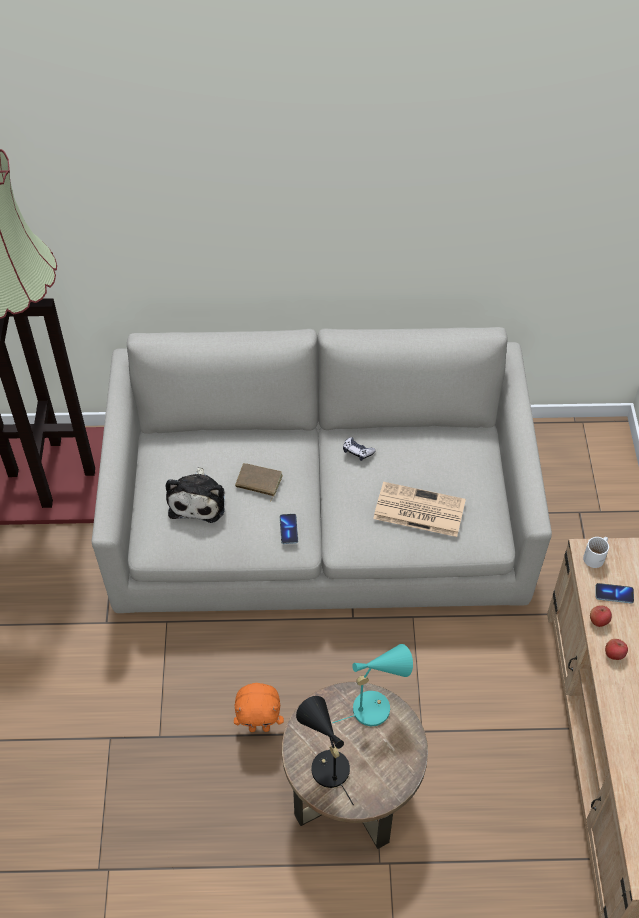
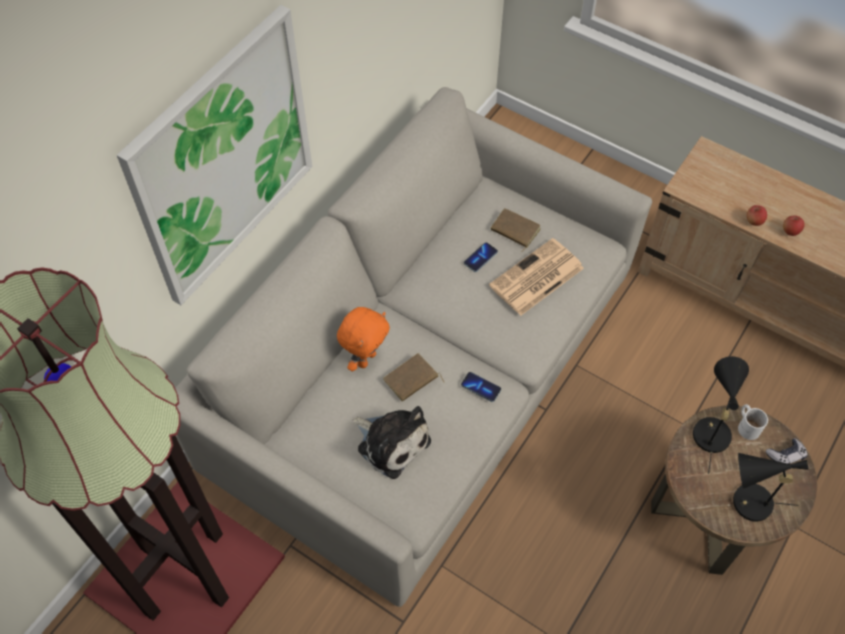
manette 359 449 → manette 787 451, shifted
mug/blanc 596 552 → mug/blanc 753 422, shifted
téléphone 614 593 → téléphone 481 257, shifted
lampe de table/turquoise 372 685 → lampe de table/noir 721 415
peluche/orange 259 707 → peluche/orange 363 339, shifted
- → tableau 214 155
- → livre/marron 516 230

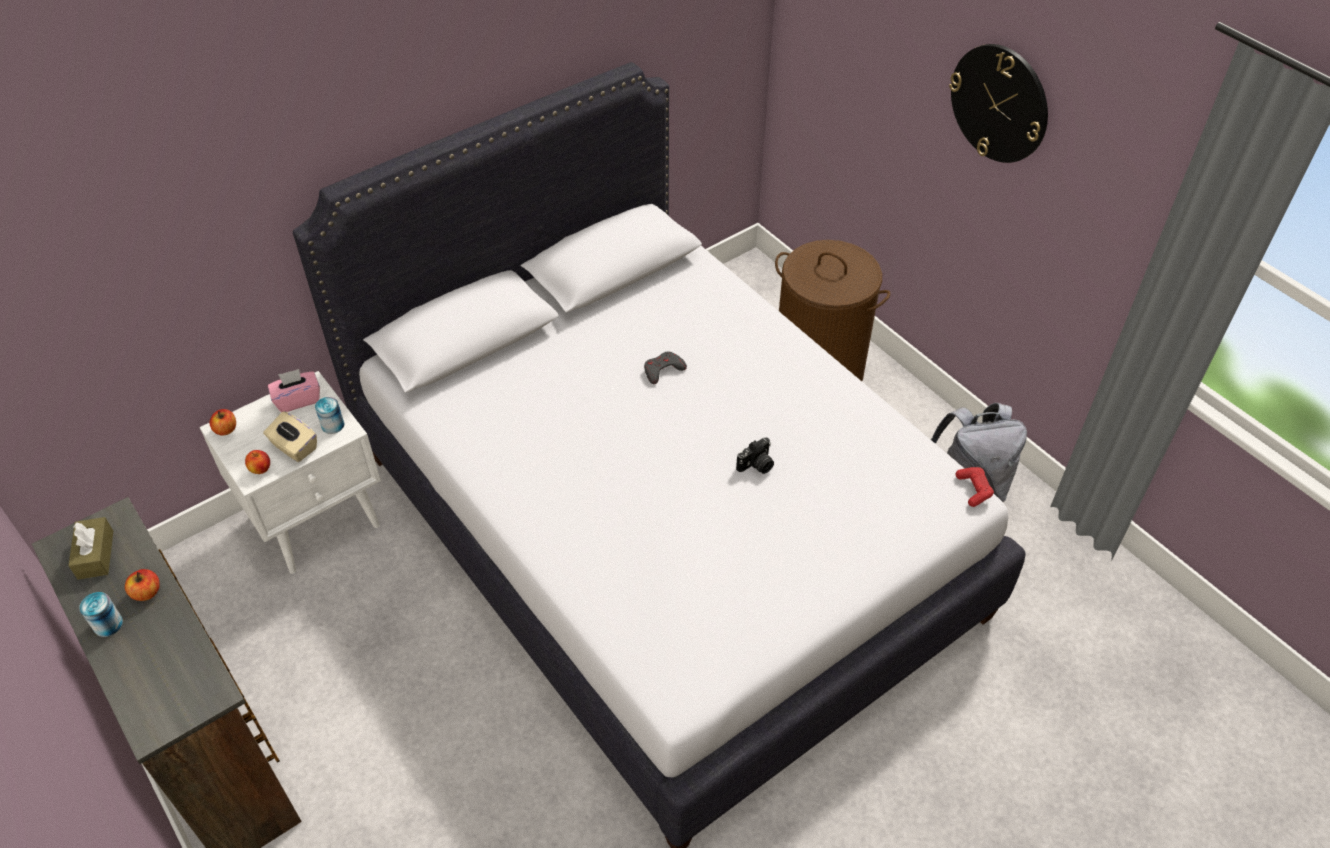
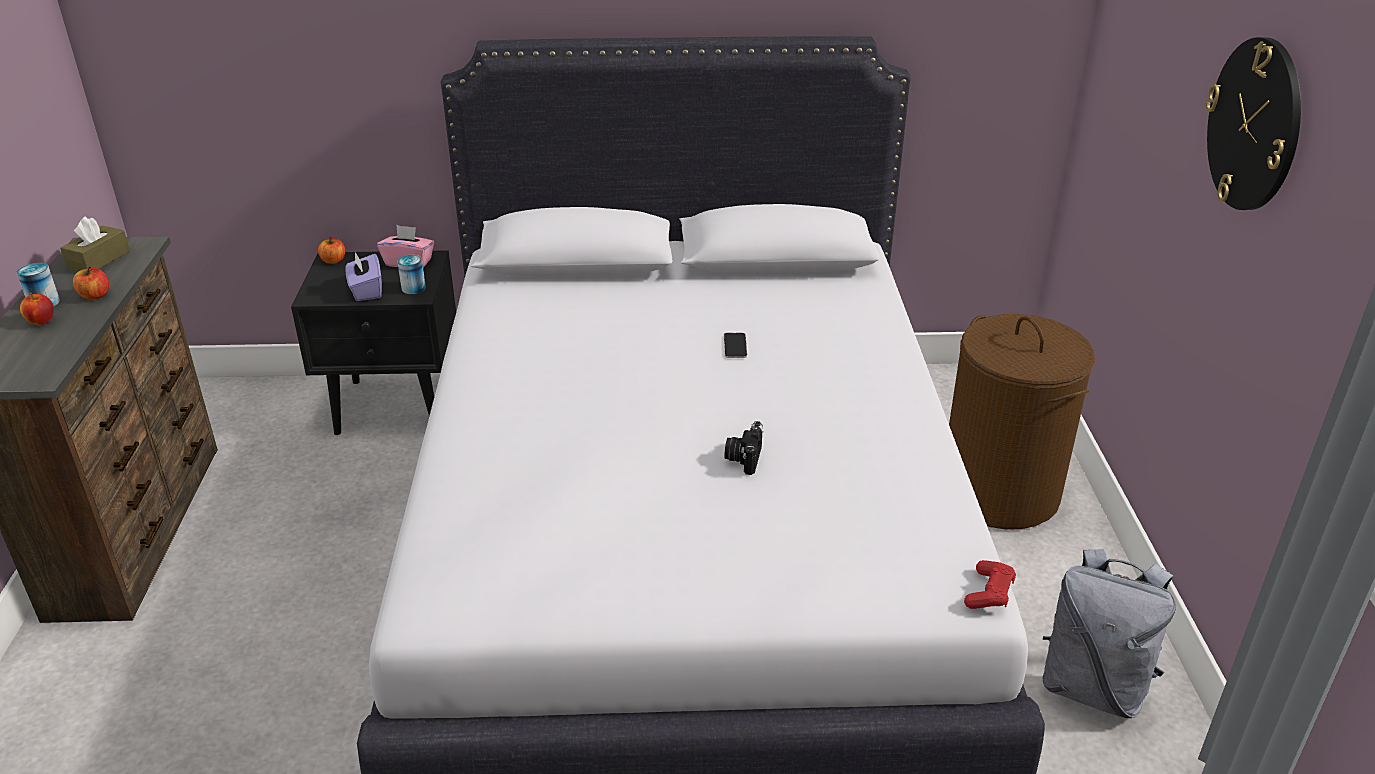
manette/gris 665 368 → téléphone 735 345
table de chevet/blanc 290 472 → table de chevet/noir 373 342
boîte à mouchoirs/beige 290 436 → boîte à mouchoirs/violet 363 276
appareil photo 755 456 → appareil photo 744 448, 105 degrees clockwise
pomme 257 462 → pomme 37 309, shifted

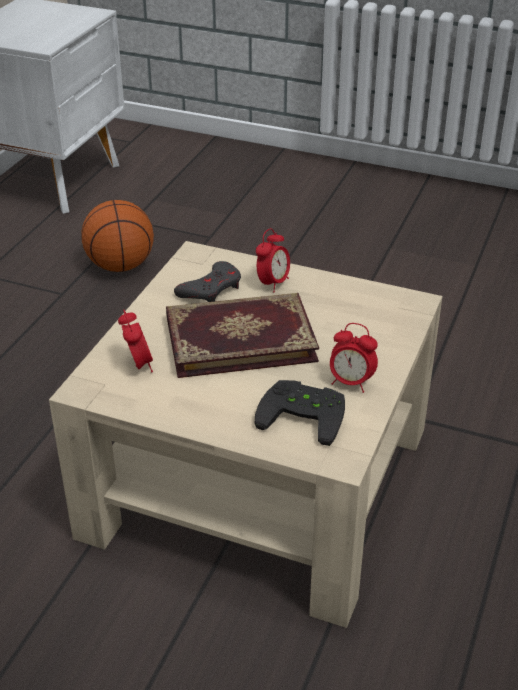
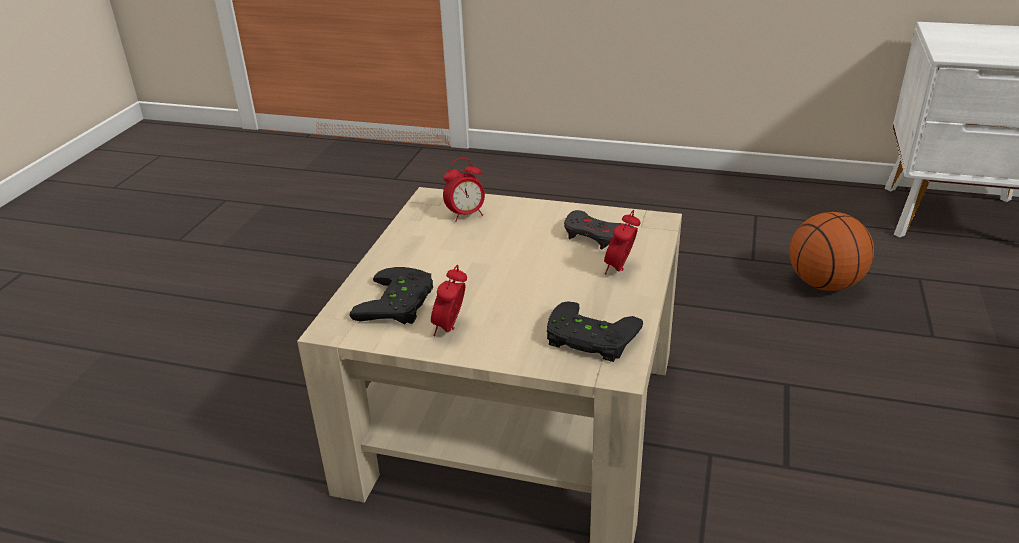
réveil 273 260 → réveil 622 242, 90 degrees clockwise
livre 242 335 → -
- → manette/noir 595 331

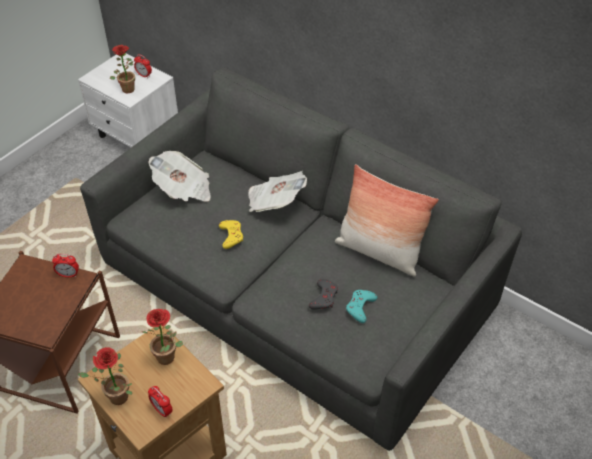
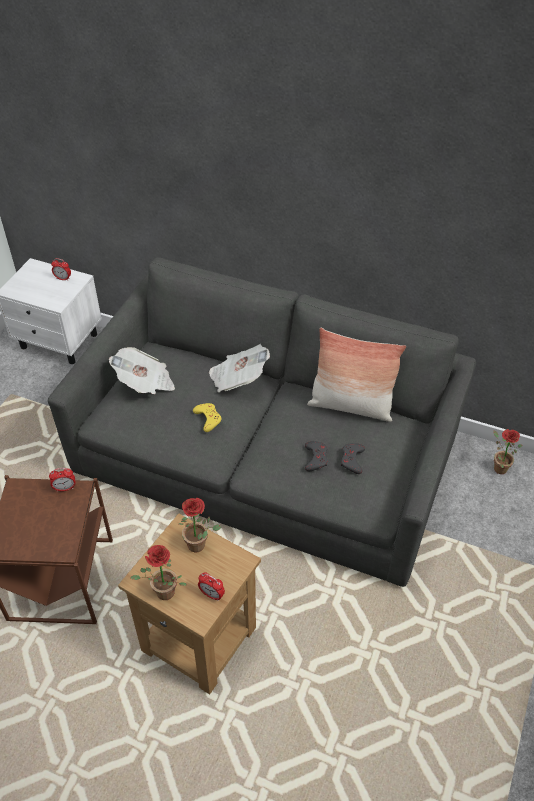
plante en pot 122 69 → plante en pot 507 451, shifted
manette/turquoise 361 306 → manette/gris 353 458

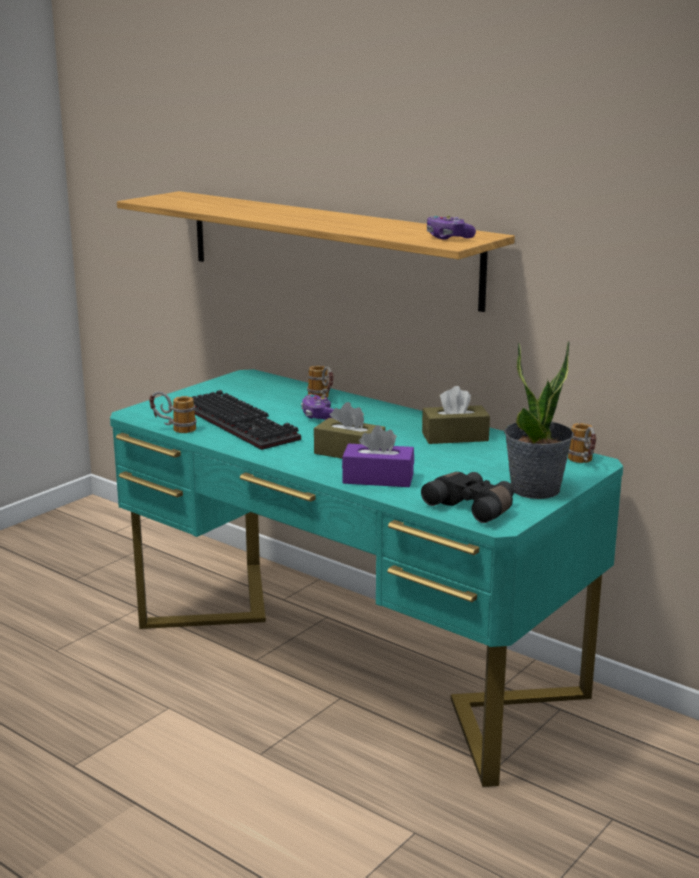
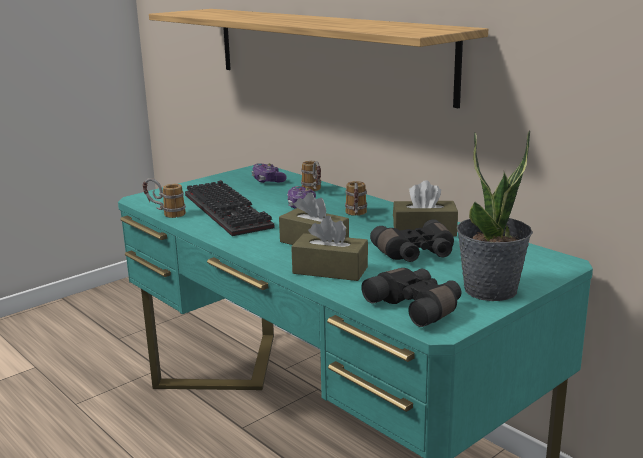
manette 451 227 → manette 269 173, shifted
mug 582 443 → mug 356 198, shifted
boîte à mouchoirs/violet 378 456 → boîte à mouchoirs/marron 329 248
- → jumelles/noir 412 240

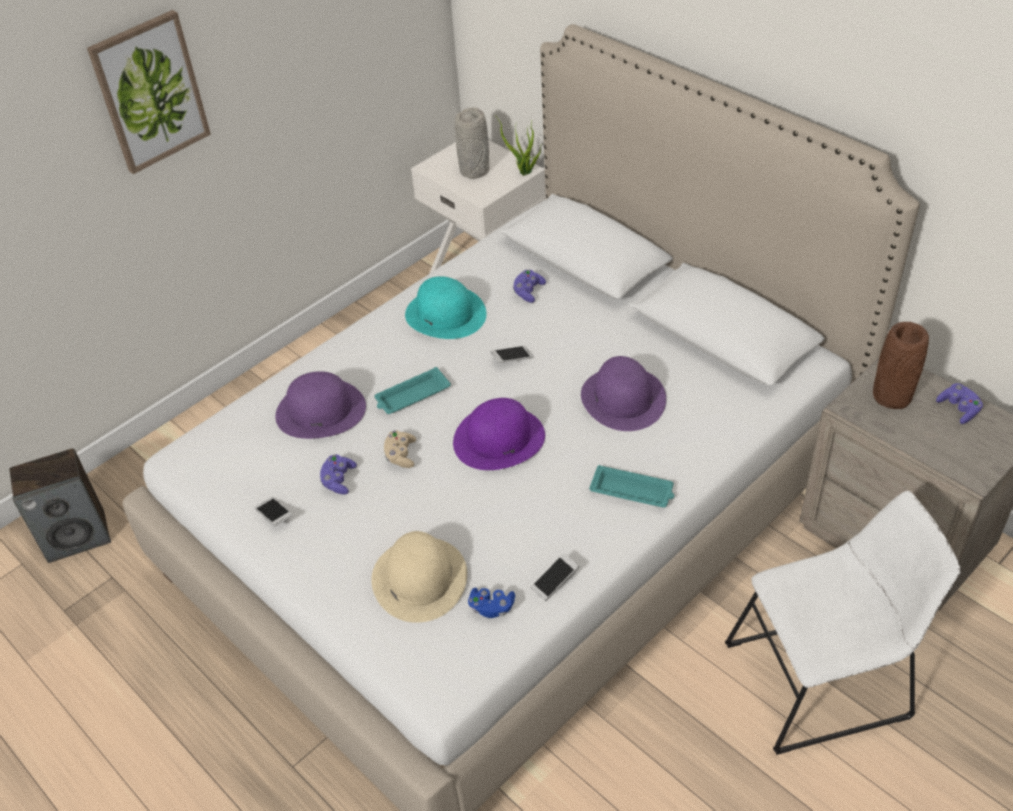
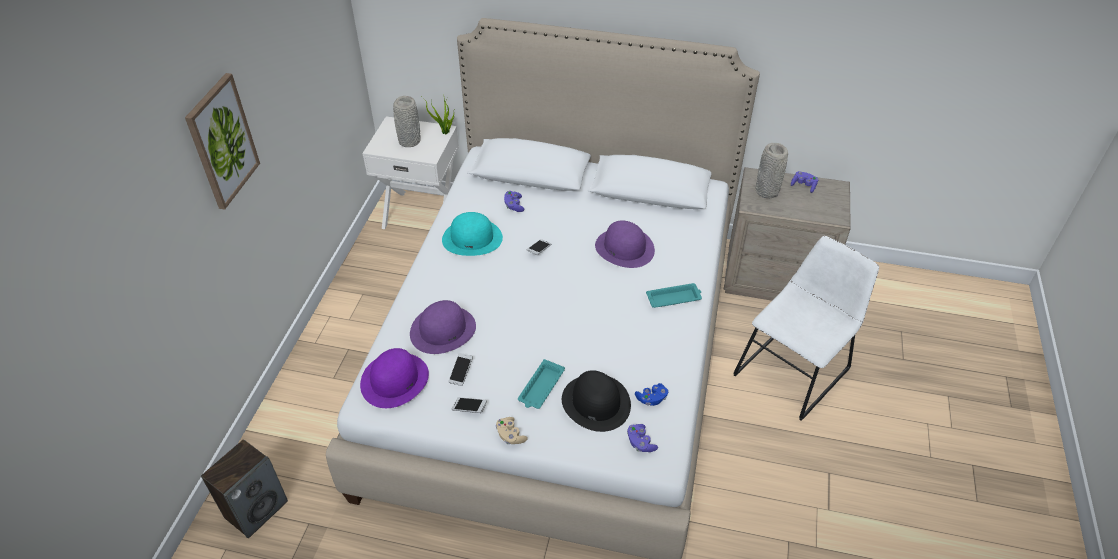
vase/marron 901 365 → vase/gris 772 170
plateau/turquoise 412 390 → plateau/turquoise 541 384, shifted
chapeau/violet 499 434 → chapeau/violet 394 378, shifted
manette/beige 400 449 → manette/beige 512 430, shifted
manette/violet 338 474 → manette/violet 642 438, shifted
chapeau/beige 419 577 → chapeau/noir 596 401
téléphone 554 577 → téléphone 460 369, shifted

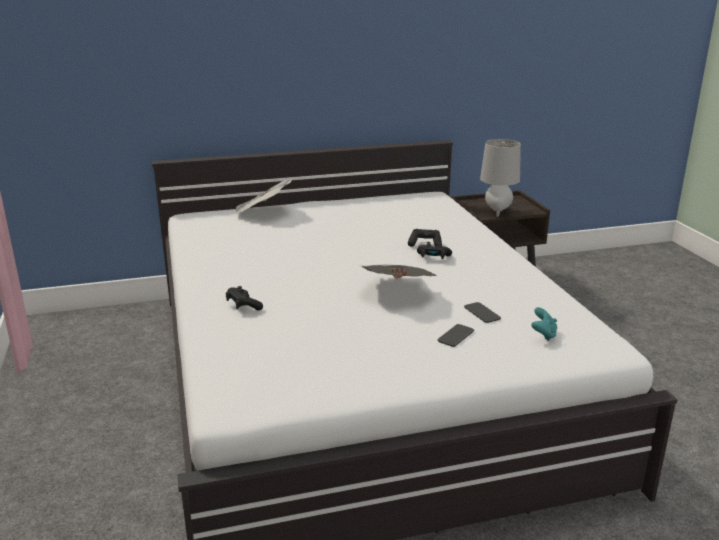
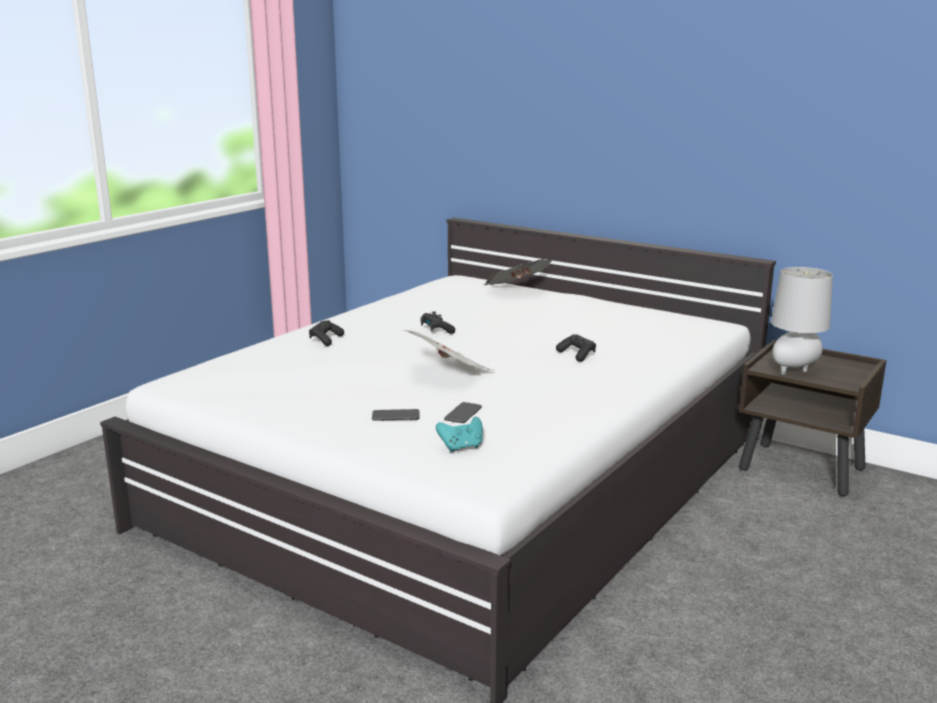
manette/noir 434 250 → manette/noir 438 322, shifted

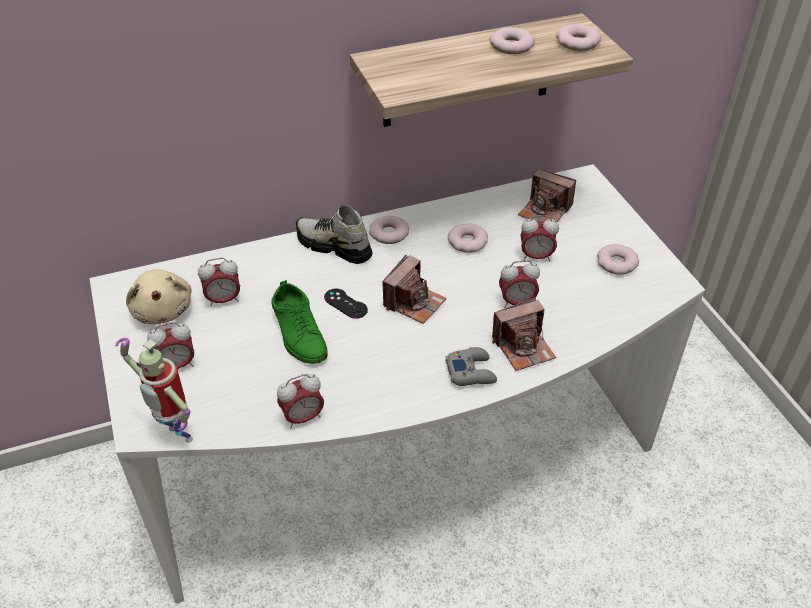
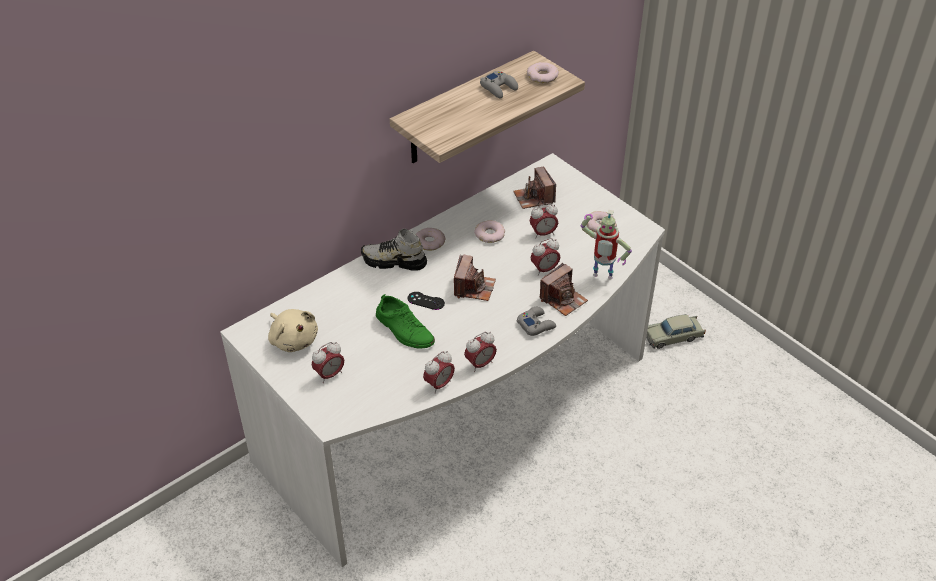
beignet 512 40 → manette/gris 499 84
appareil photo 547 195 → appareil photo 534 188, 60 degrees clockwise
réveil 219 282 → réveil 480 351, shifted
robot jouet 154 390 → robot jouet 606 245, shifted
- → petite voiture/beige 676 331

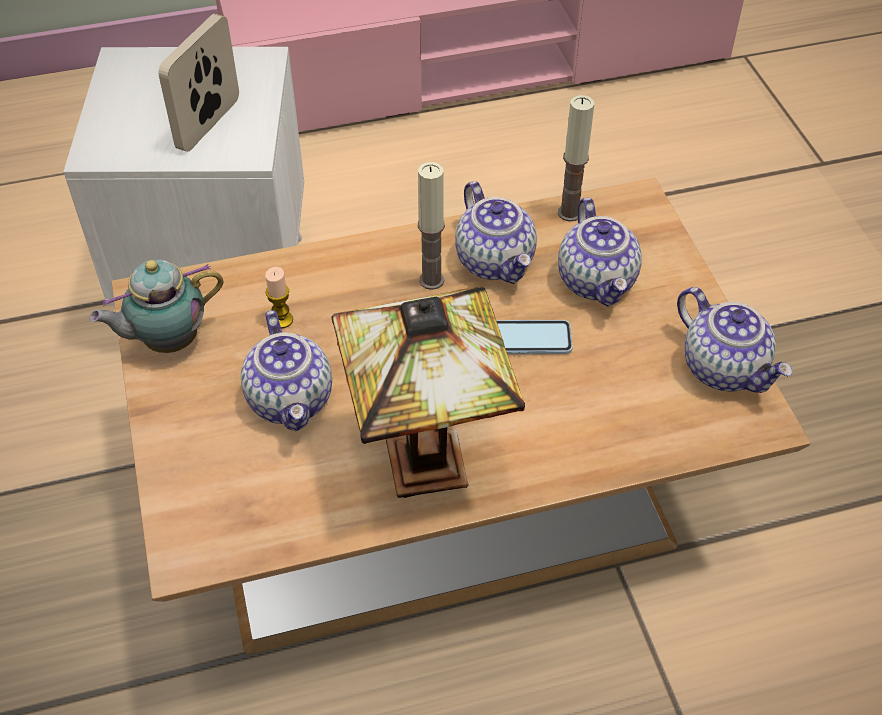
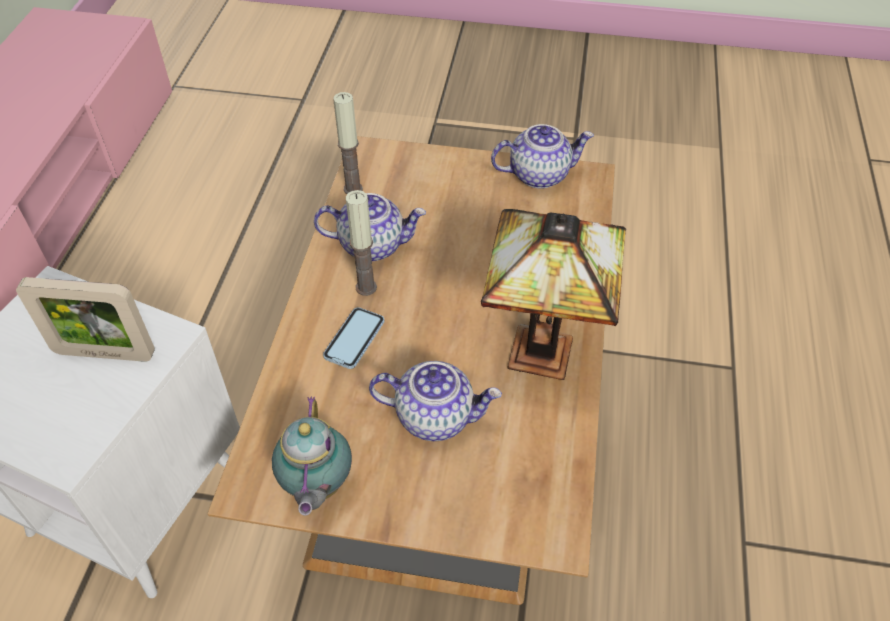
cadre photo 199 83 → cadre photo 85 319, 45 degrees counterclockwise
théière 600 252 → -
bougie 279 298 → -
téléphone 534 337 → téléphone 353 338, shifted

